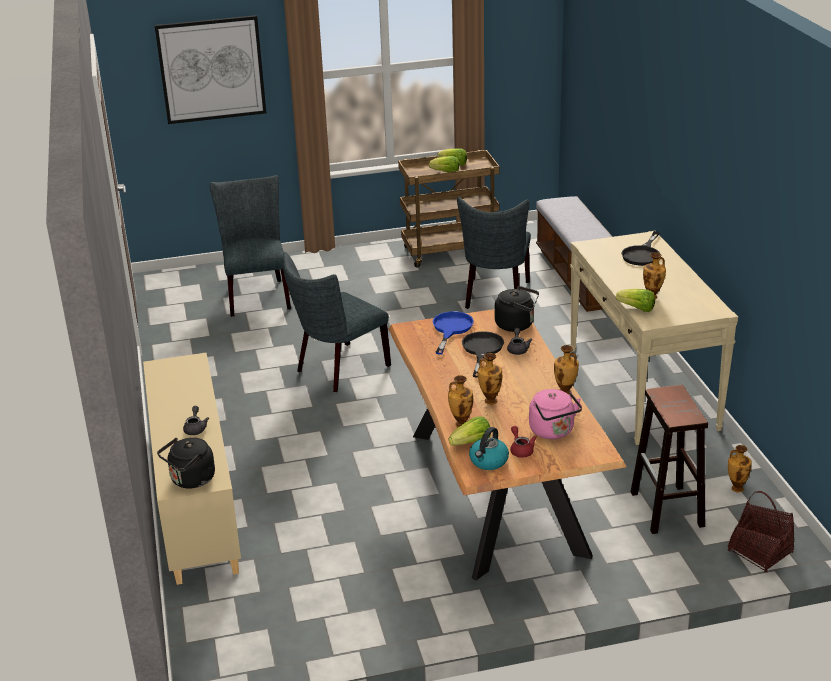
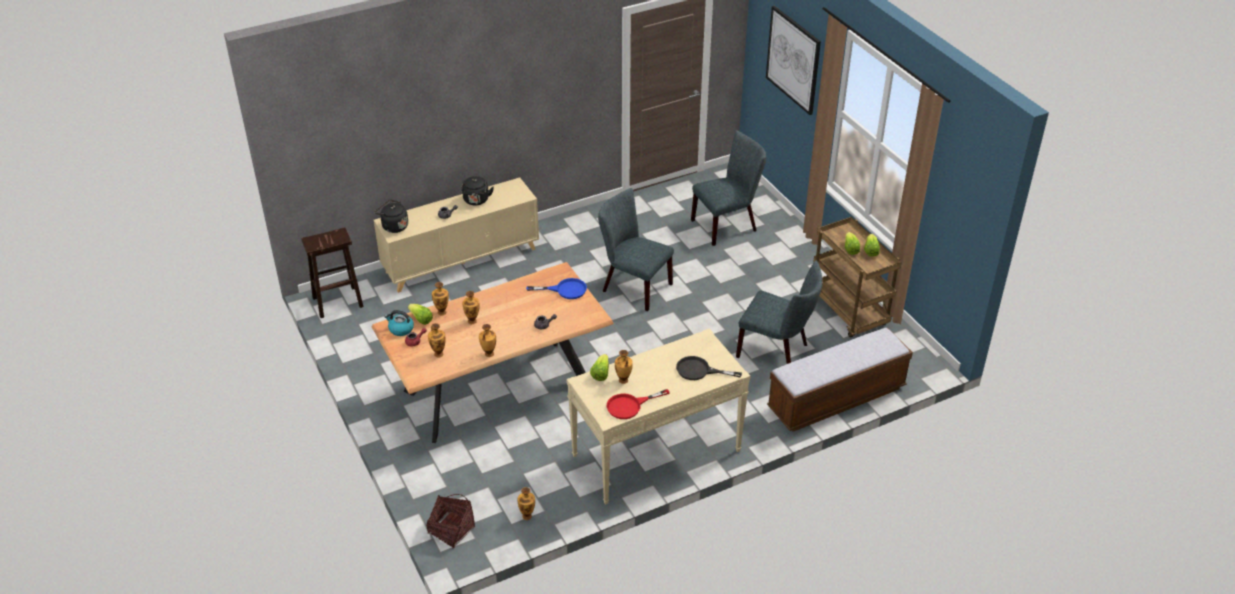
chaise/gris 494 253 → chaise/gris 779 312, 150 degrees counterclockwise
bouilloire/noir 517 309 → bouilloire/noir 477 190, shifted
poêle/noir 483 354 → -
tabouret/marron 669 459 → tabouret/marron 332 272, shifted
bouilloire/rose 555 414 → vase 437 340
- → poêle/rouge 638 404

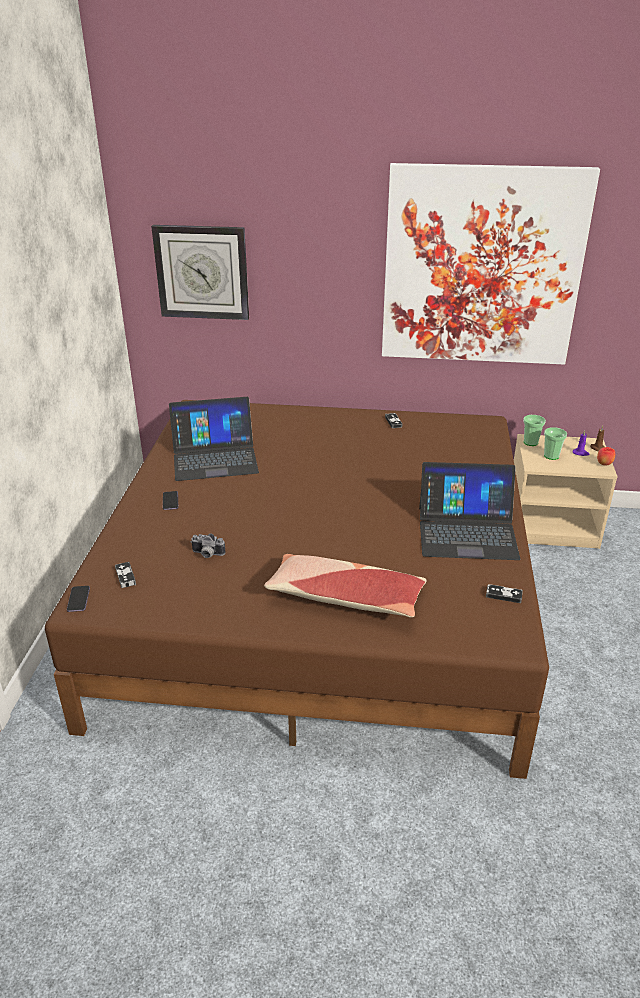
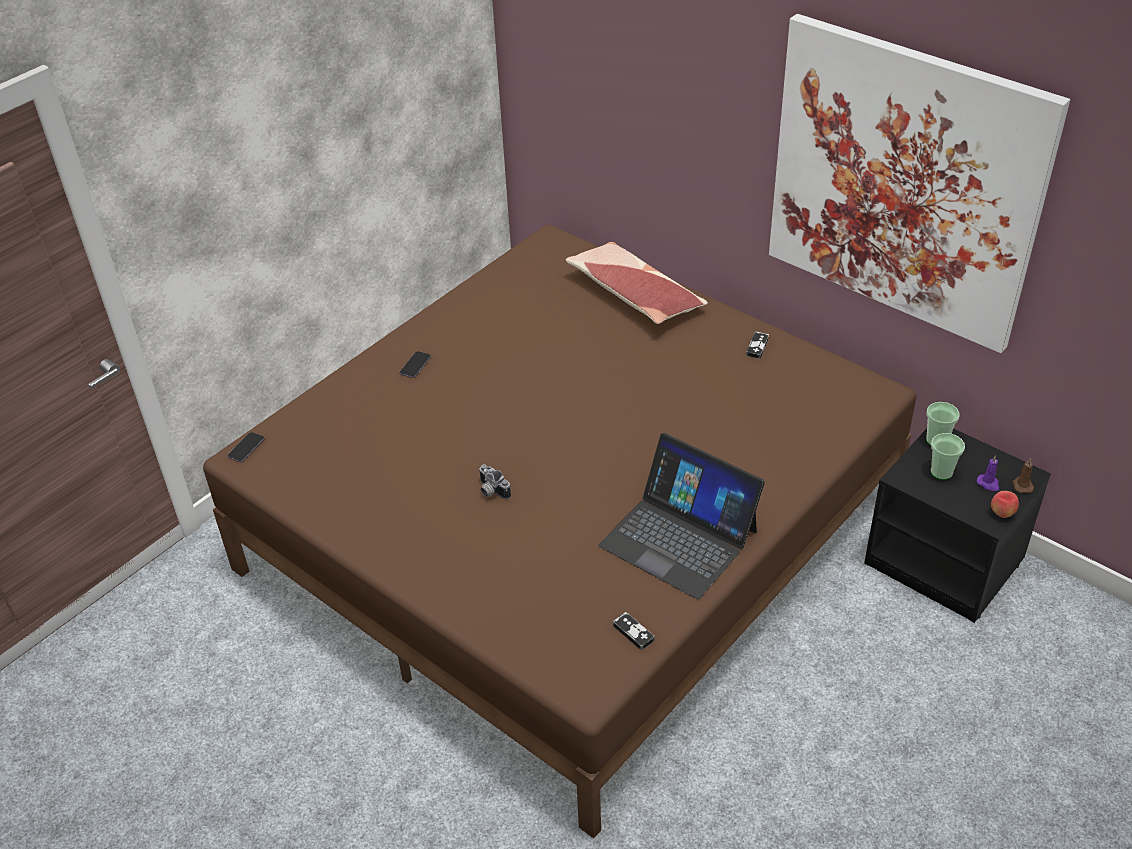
horloge murale 200 272 → -
ordinateur portable 214 439 → -
table de chevet/beige 566 491 → table de chevet/noir 957 526
appareil photo 207 546 → appareil photo 495 482, shifted
coussin 345 585 → coussin 637 283, shifted
manette 125 575 → -

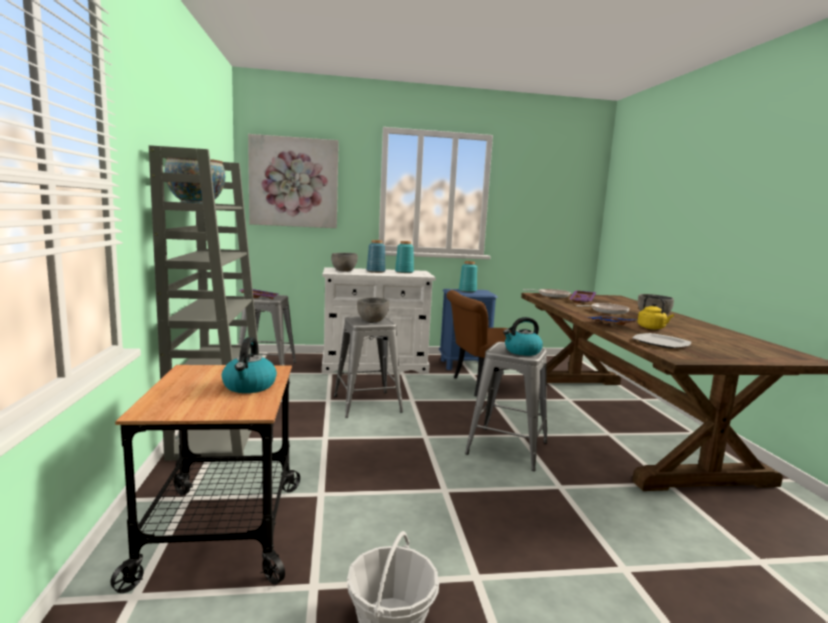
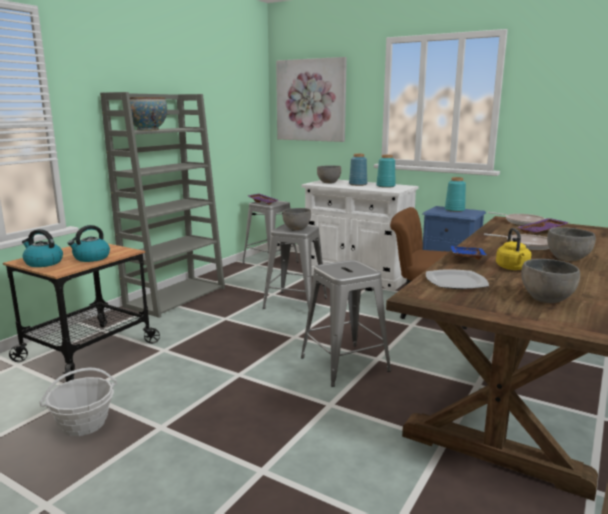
bouilloire 523 336 → bouilloire 42 248, shifted
- → bol/gris 550 281

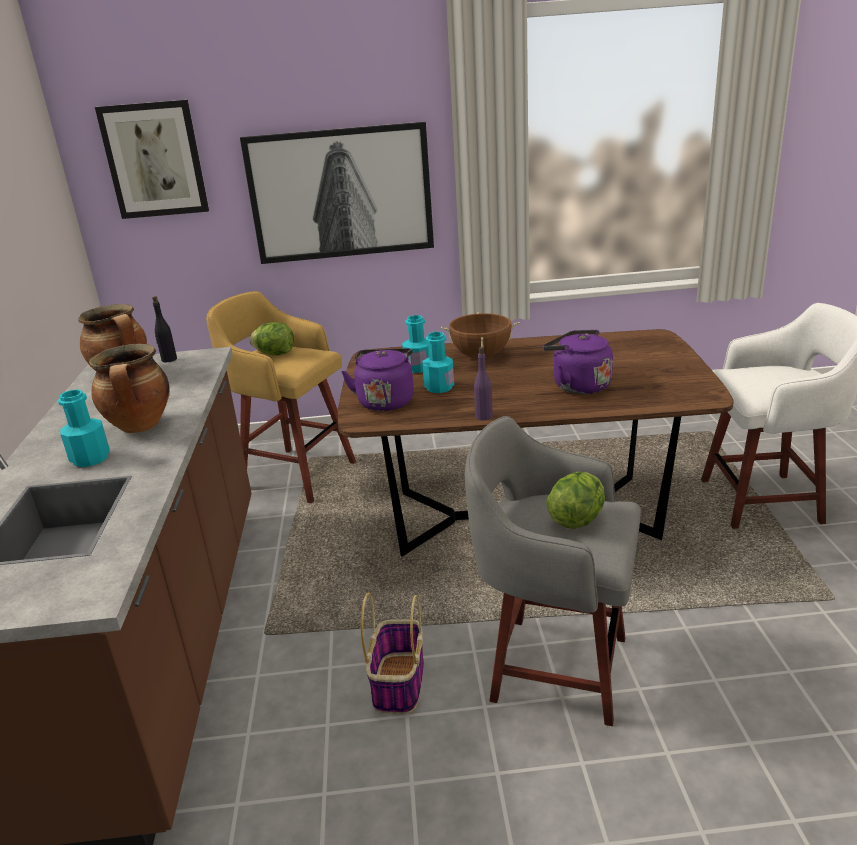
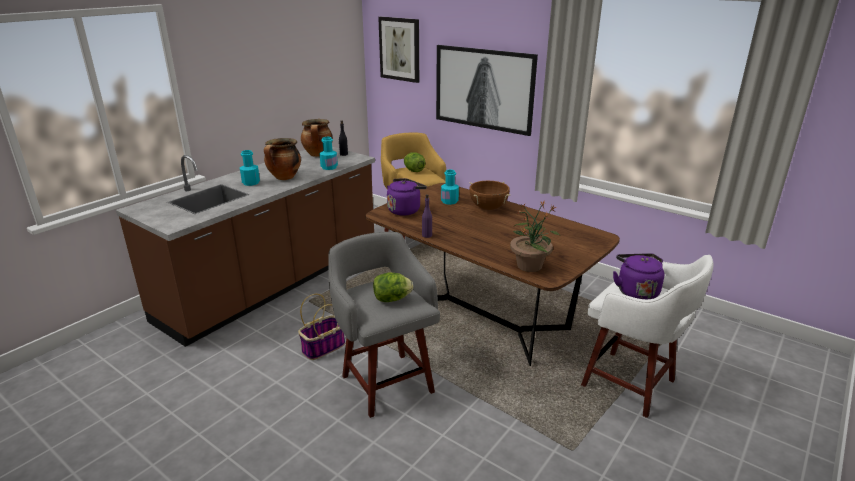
bouilloire/violet 578 362 → bouilloire/violet 639 276, shifted
bouteille/turquoise 438 362 → bouteille/turquoise 329 153, shifted
- → plante en pot 535 236

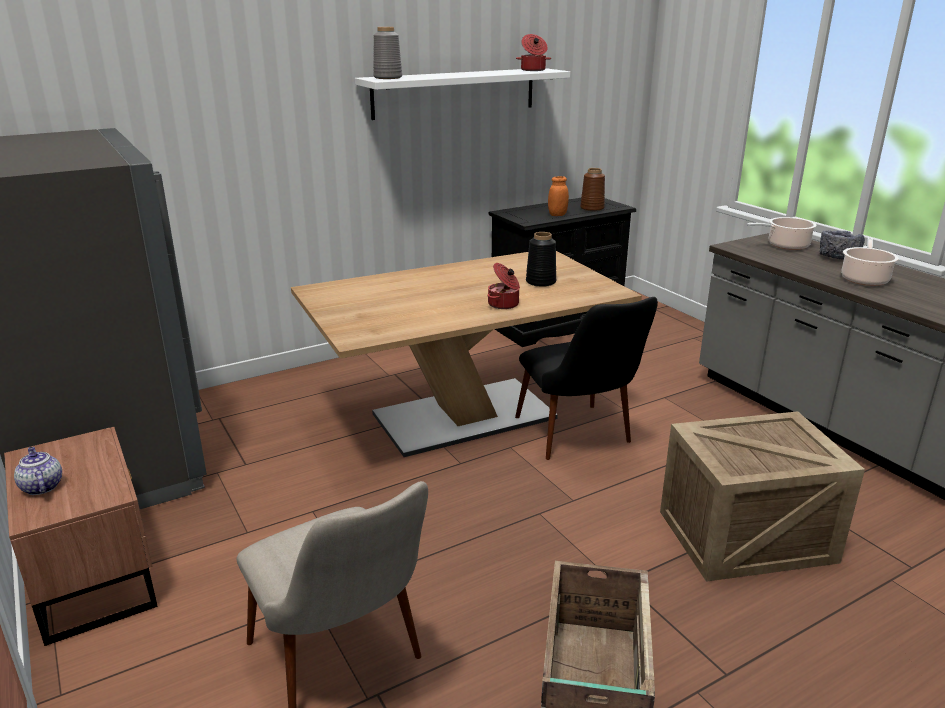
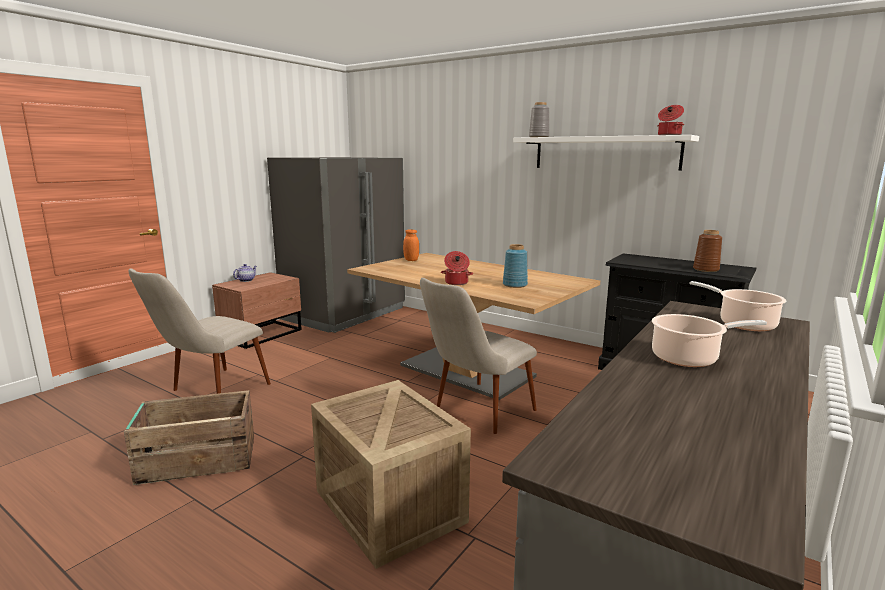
bocal/orange 558 196 → bocal/orange 411 245, shifted
bol/gris 842 245 → -
vase/noir 541 259 → vase/bleu 515 266
chaise/noir 586 378 → chaise/beige 478 356

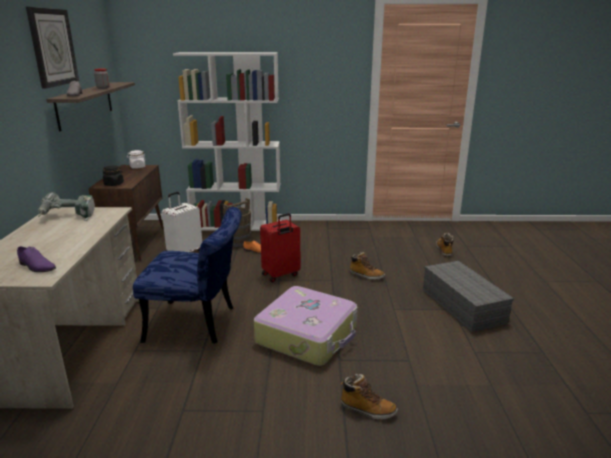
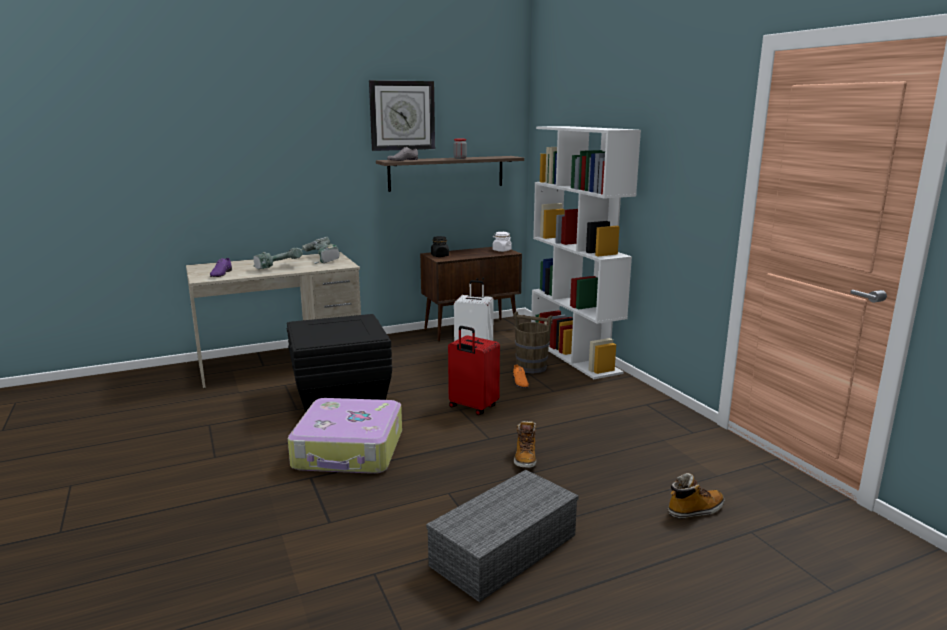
chaise/bleu 187 275 → boîte de rangement/noir 339 363
botte 369 397 → -
- → perceuse 278 258

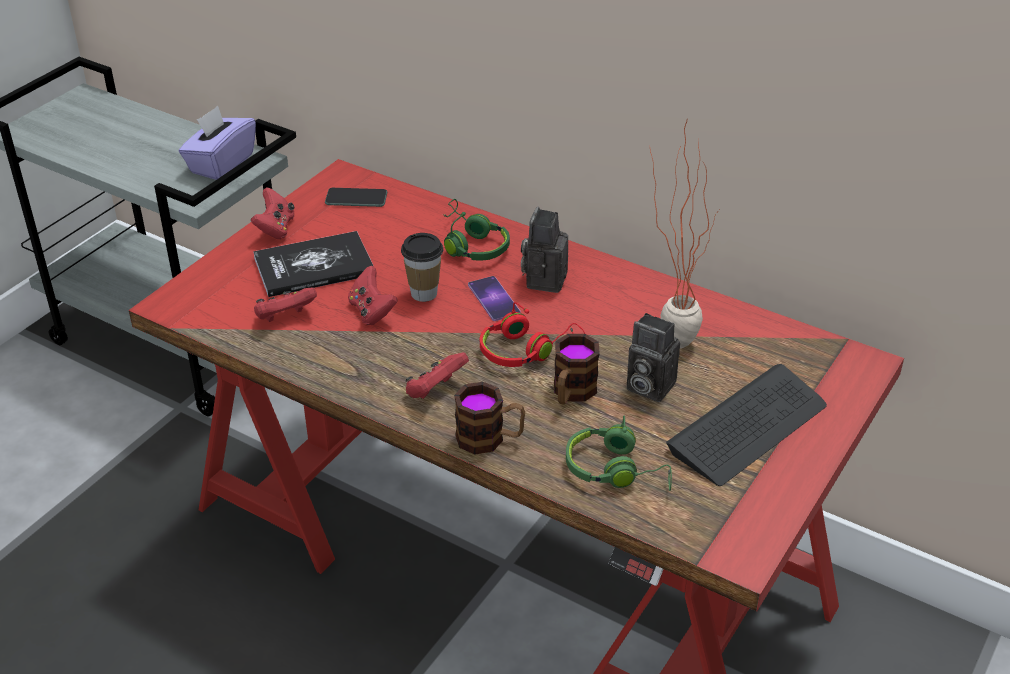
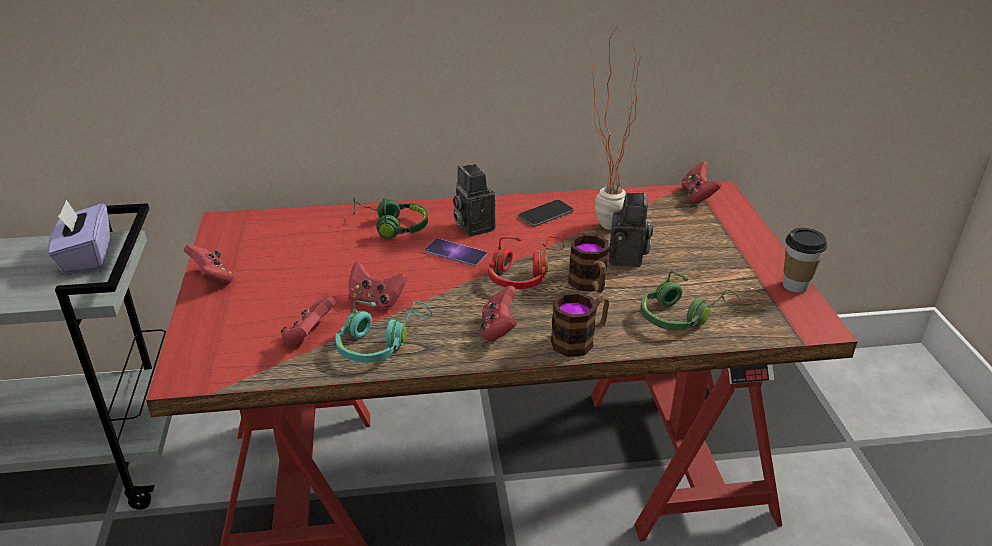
téléphone 356 197 → téléphone 546 213, shifted
livre 313 264 → -
tasse 422 267 → tasse 805 260, shifted
appareil photo 653 357 → appareil photo 630 229, 75 degrees counterclockwise
clavier 746 425 → -
- → manette/rouge 701 182
- → casque audio/turquoise 383 332

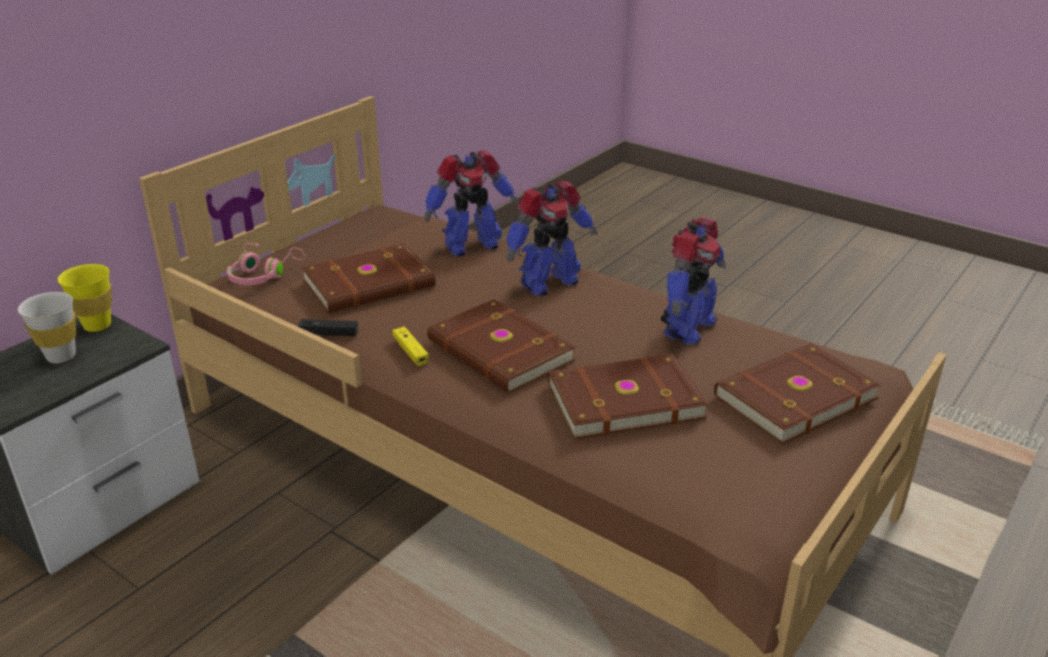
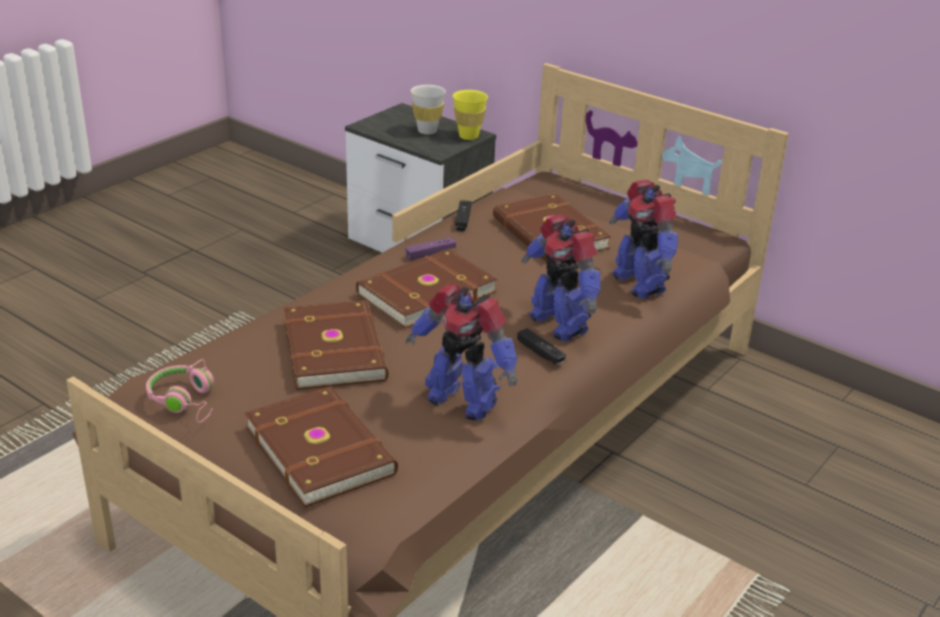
casque audio/rose 266 264 → casque audio/rose 180 391, shifted
manette/jaune 411 346 → manette/violet 430 248
- → manette/noir 541 346

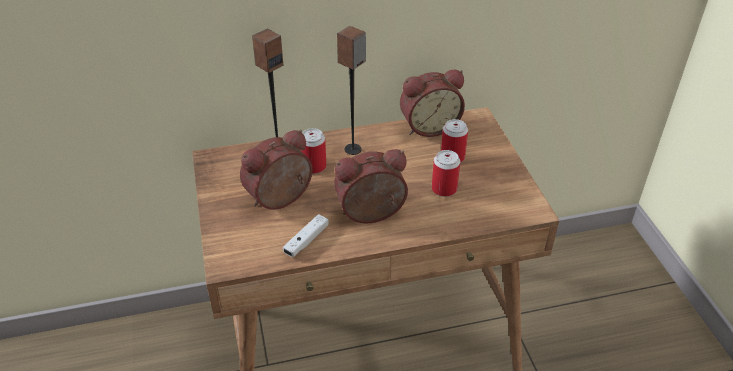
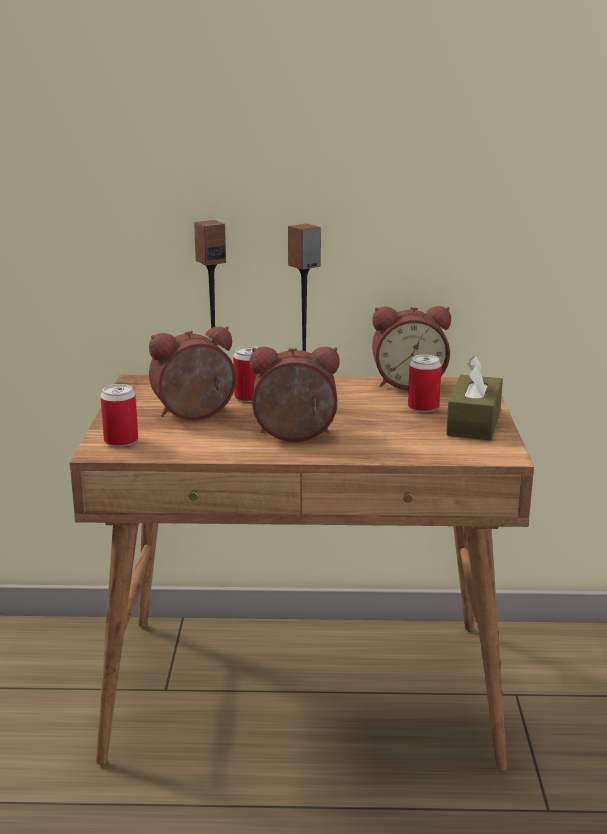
boîte métallique 446 173 → boîte métallique 119 415, shifted
manette/blanc 306 235 → -
- → boîte à mouchoirs/marron 474 397

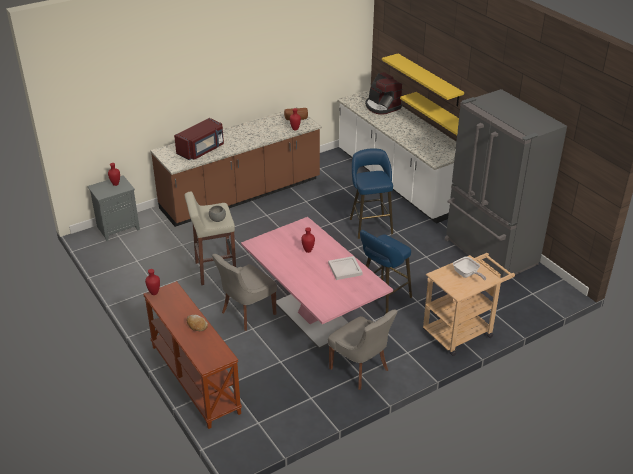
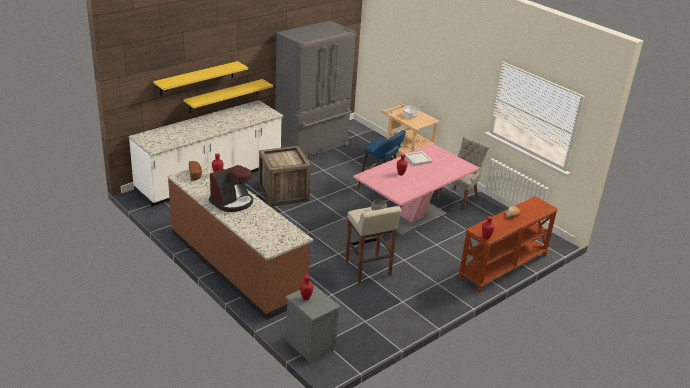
machine à café 383 93 → machine à café 231 188, shifted
micro-ondes/rouge 199 139 → -
tabouret/bleu 371 193 → caisse 285 176
chaise/gris 244 292 → -

